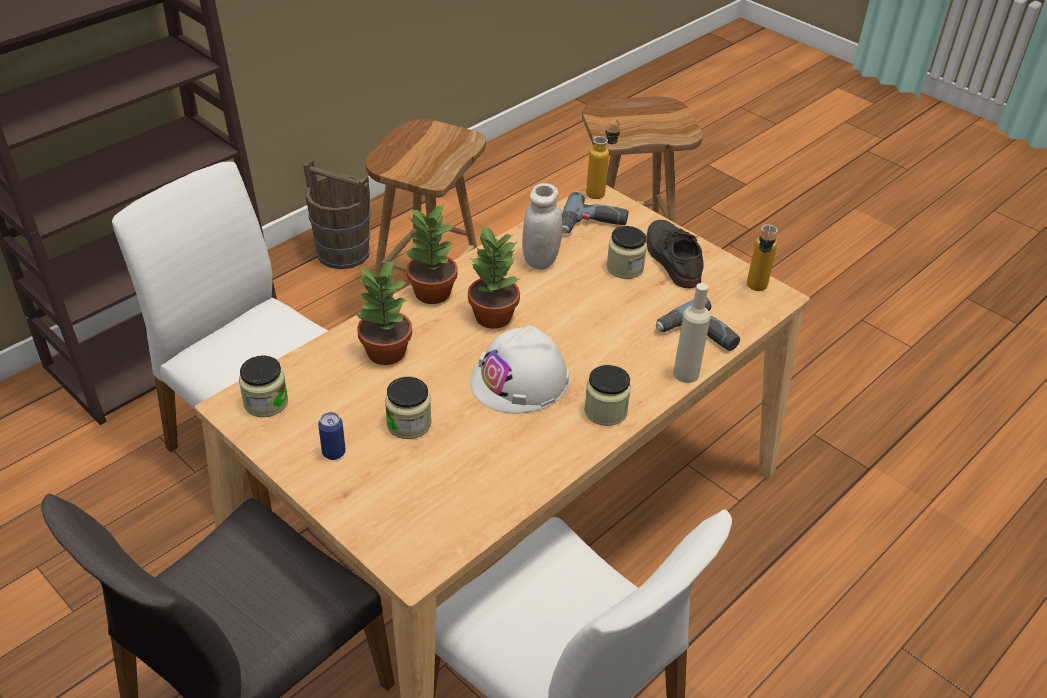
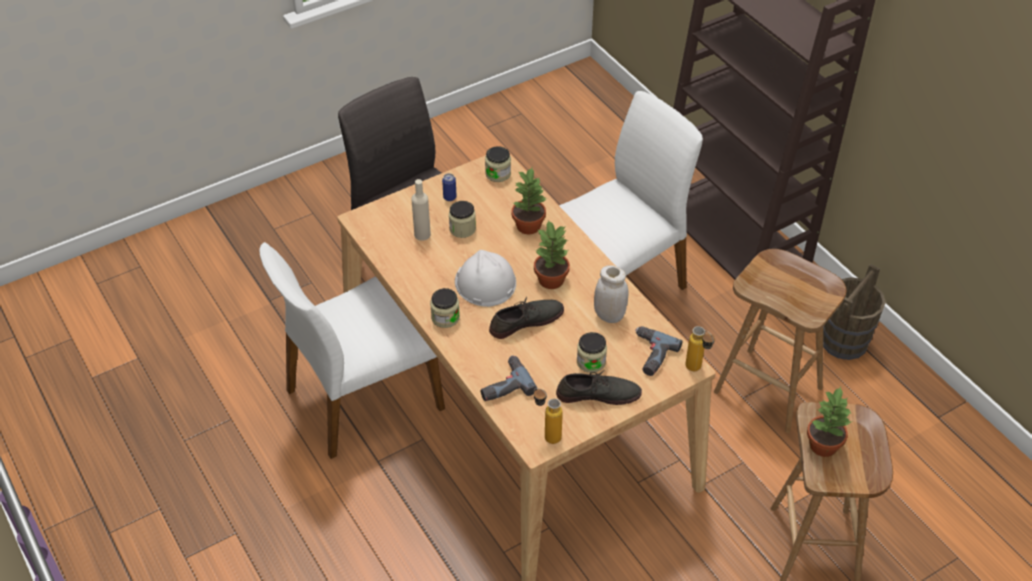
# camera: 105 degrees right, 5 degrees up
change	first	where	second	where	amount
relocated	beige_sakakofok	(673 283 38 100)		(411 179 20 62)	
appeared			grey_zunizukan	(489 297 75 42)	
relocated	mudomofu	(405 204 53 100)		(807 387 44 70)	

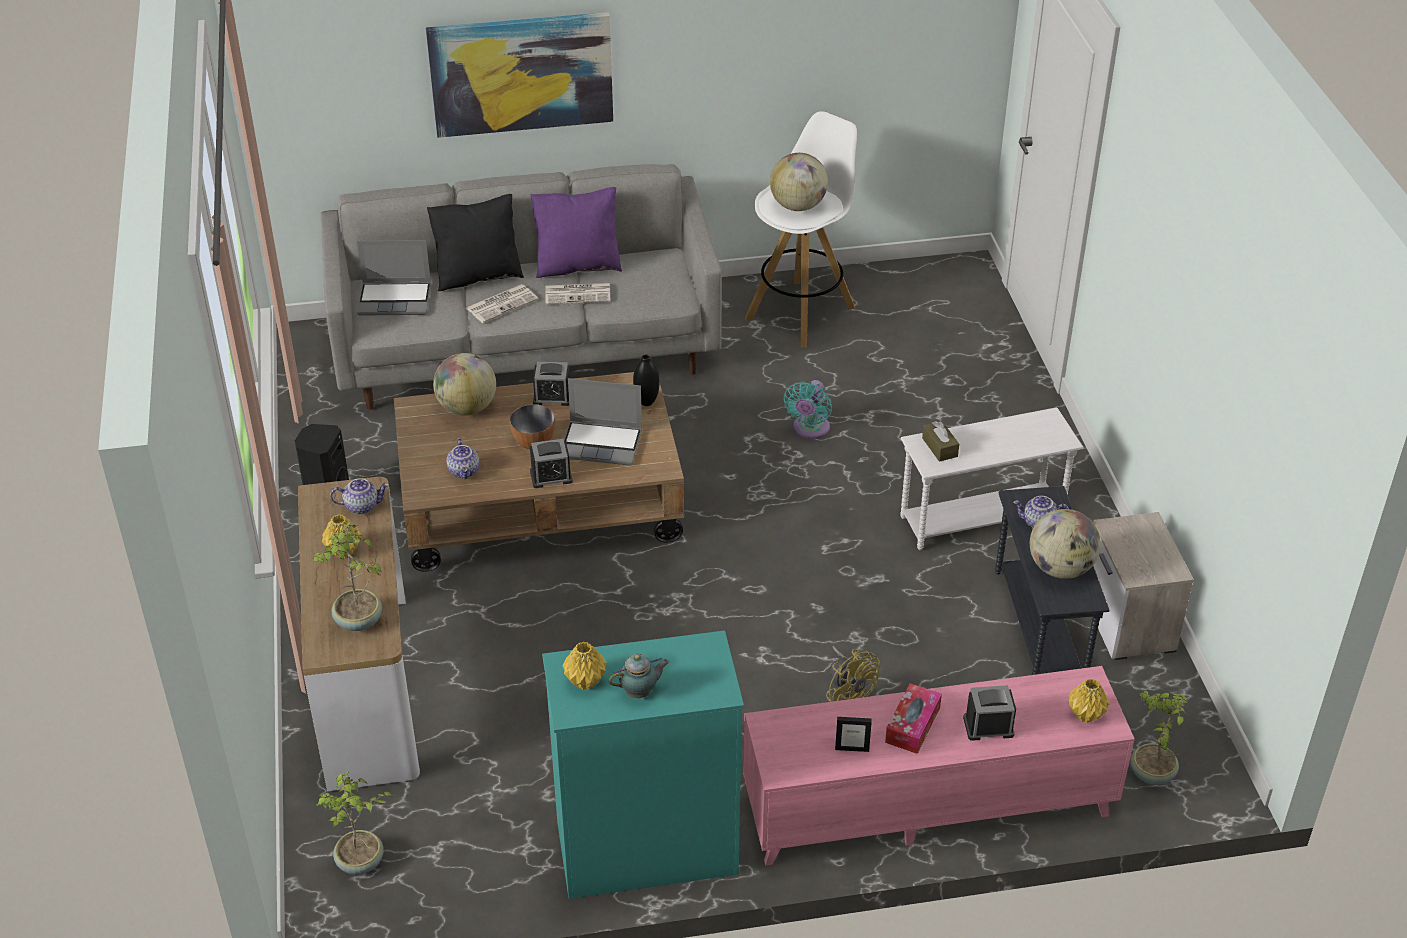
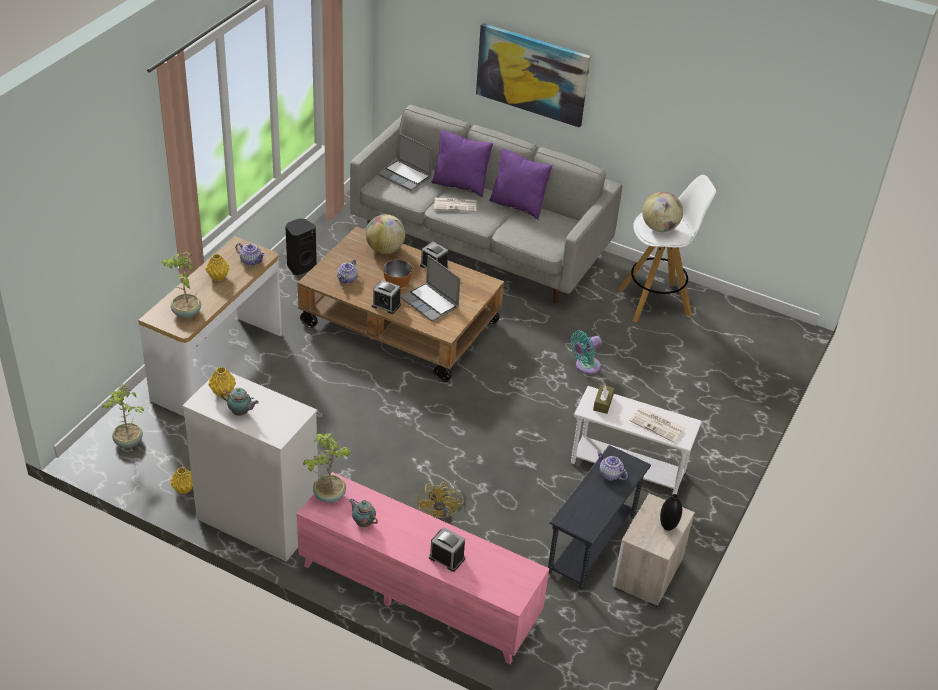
# camera: 35 degrees right, 0 degrees up
change	first	where	second	where	amount
relocated	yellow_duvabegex	(1068 678 41 45)		(171 467 22 27)	
colour	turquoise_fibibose	(542 630 202 269)	white_fibibose	(182 372 136 190)	
relocated	mudomofu	(1130 690 57 95)		(303 433 47 70)	
exchanged	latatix	(835 717 37 35)	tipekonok	(349 498 29 29)	
colour	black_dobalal	(427 194 97 97)	purple_dobalal	(431 130 62 67)	
relocated	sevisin	(545 283 66 21)		(629 407 56 35)	
relocated	black_duvabegex	(633 355 26 51)		(660 494 22 37)	
missing	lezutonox	(885 683 57 71)			
missing	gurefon	(1030 509 71 70)			

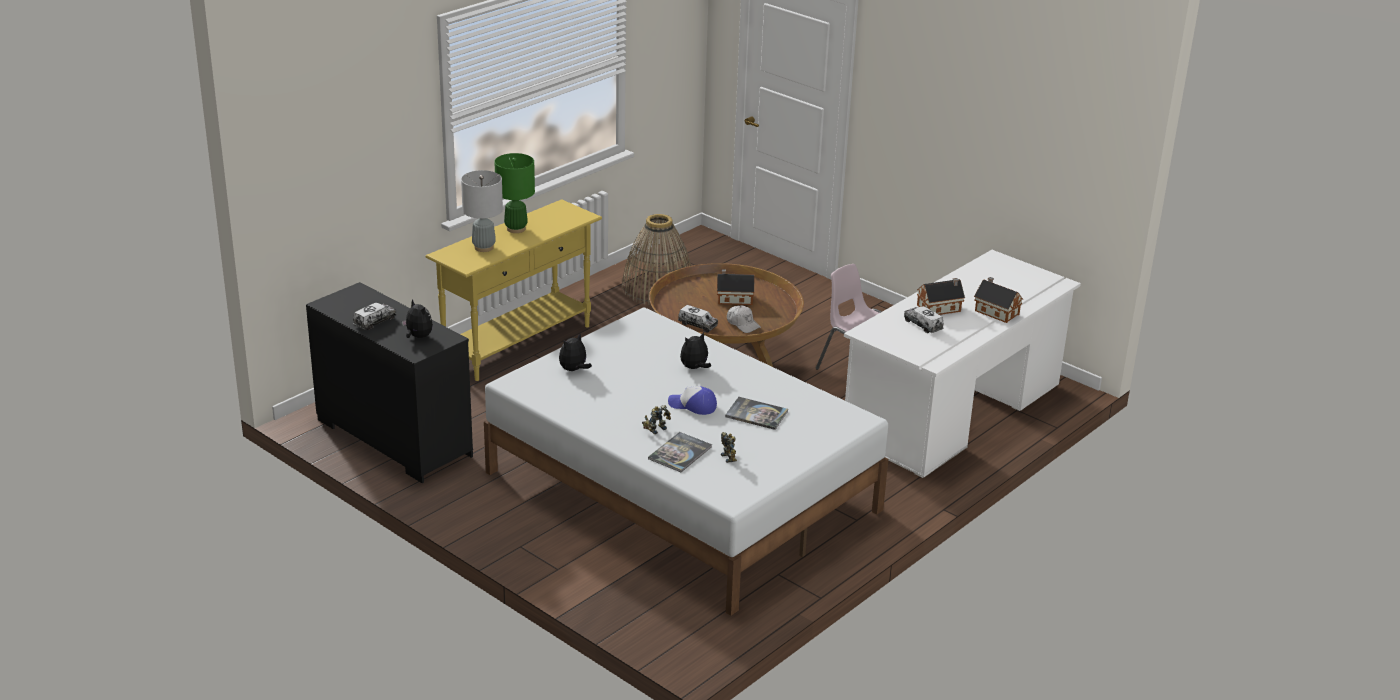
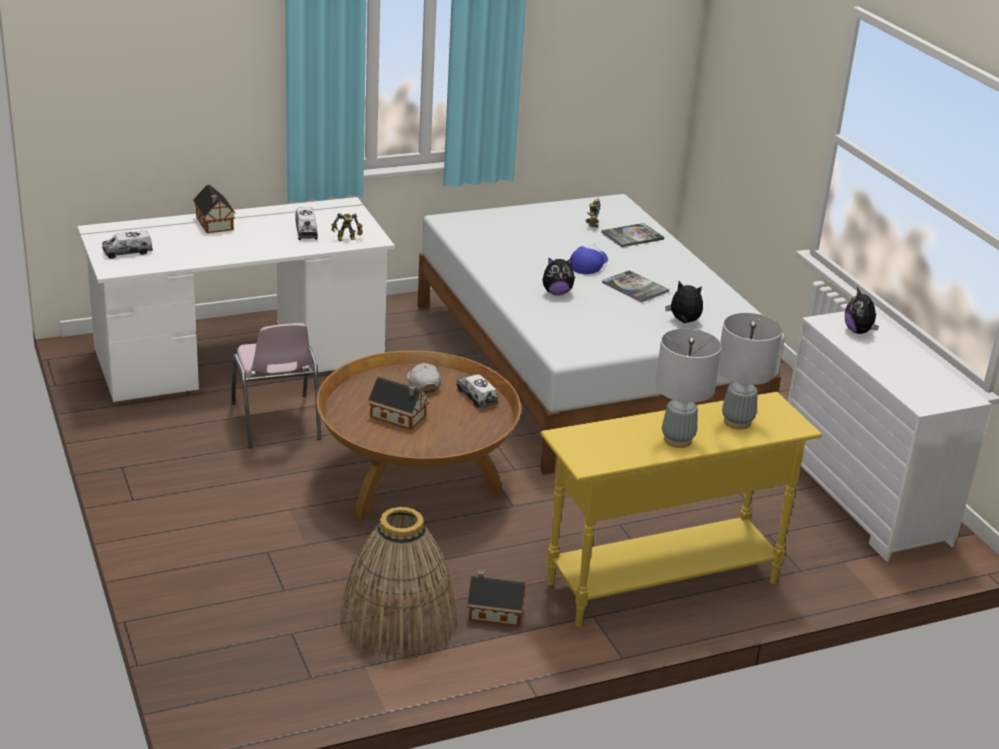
# camera: 155 degrees left, 0 degrees up
change	first	where	second	where	amount
relocated	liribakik	(353 303 43 27)		(102 230 51 29)	
relocated	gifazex	(642 405 29 29)		(331 213 32 28)	
relocated	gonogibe	(917 278 48 37)		(467 570 59 56)	
spun	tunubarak	(668 386 49 29)		(570 244 38 30)	105 degrees counterclockwise
relocated	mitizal	(725 397 63 33)		(602 270 67 32)	
colour	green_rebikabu	(494 153 41 80)	grey_rebikabu	(655 329 67 119)	
spun	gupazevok	(559 334 33 37)		(665 281 38 42)	135 degrees counterclockwise
colour	black_fibibose	(306 282 167 201)	white_fibibose	(788 311 204 251)	

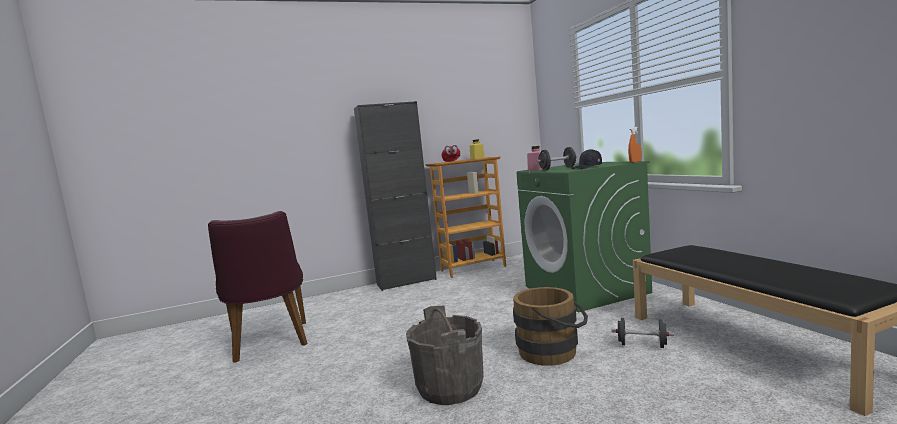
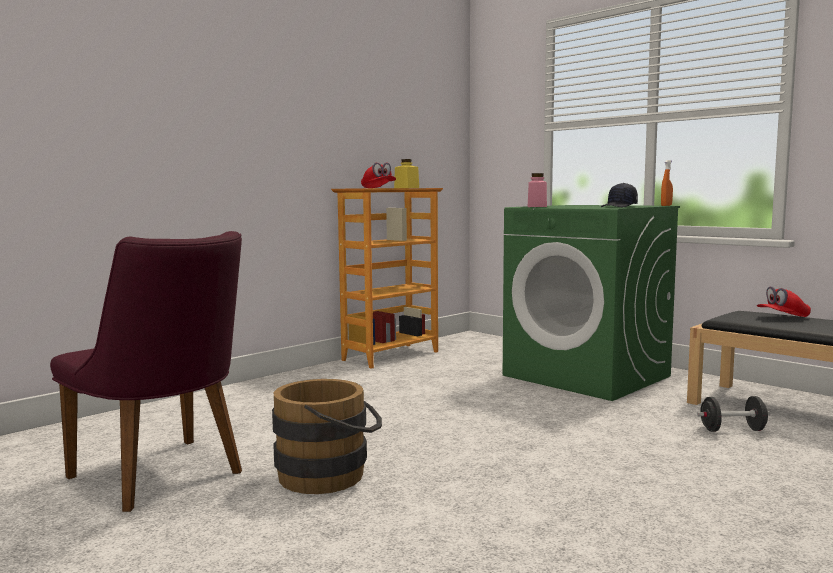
# camera: 25 degrees left, 0 degrees up
change	first	where	second	where	amount
relocated	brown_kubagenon	(513 287 75 79)		(272 379 110 115)	
appeared			red_tunubarak	(757 286 54 31)	
missing	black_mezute	(354 101 83 190)			
missing	grey_kubagenon	(406 305 78 100)			
missing	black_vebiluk	(537 147 40 24)			

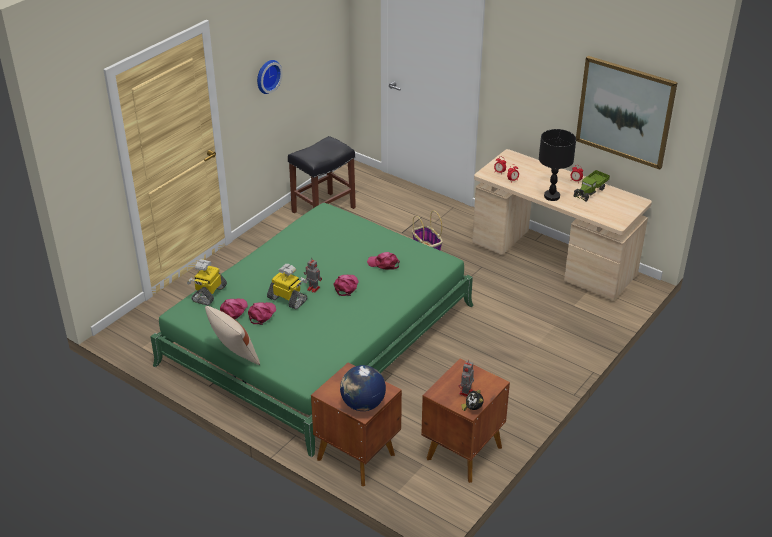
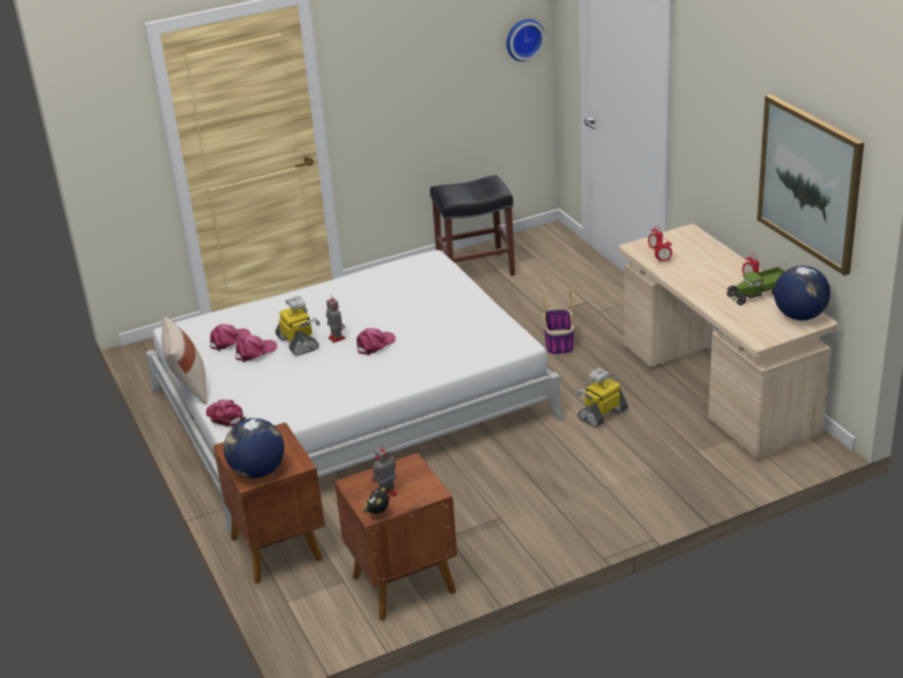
# camera: 30 degrees right, 5 degrees down
change	first	where	second	where	amount
colour	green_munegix	(150 203 323 254)	white_munegix	(146 250 418 284)	
relocated	pink_tunubarak	(367 252 33 18)		(206 399 40 28)	
relocated	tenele	(257 60 26 34)		(506 19 39 43)	
relocated	gifazex	(187 259 40 46)		(576 368 52 60)	
appeared			gurefon	(774 266 56 54)	
missing	black_rebikabu	(539 129 37 72)			

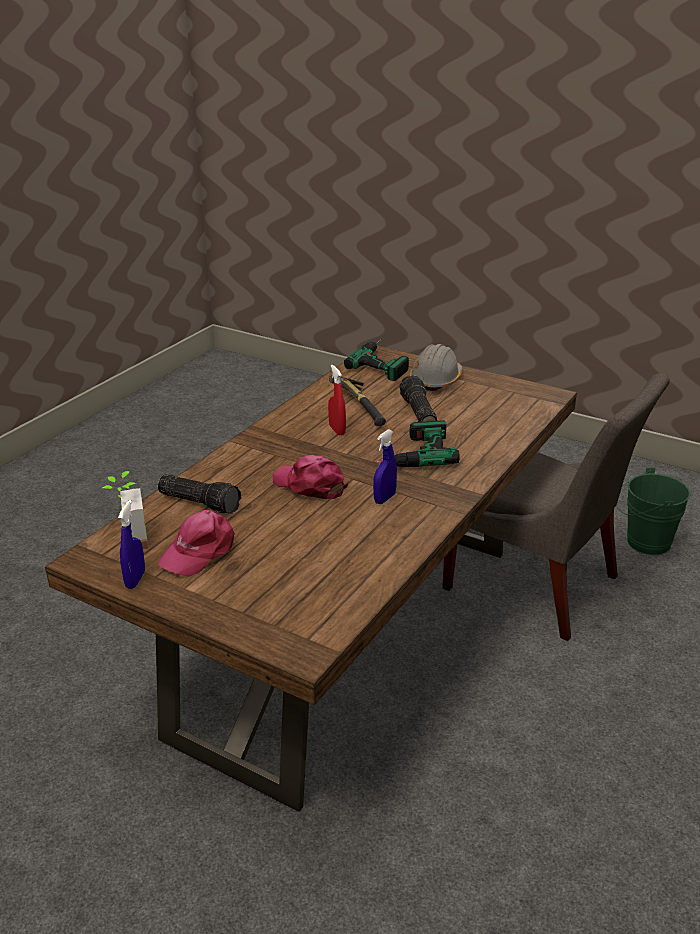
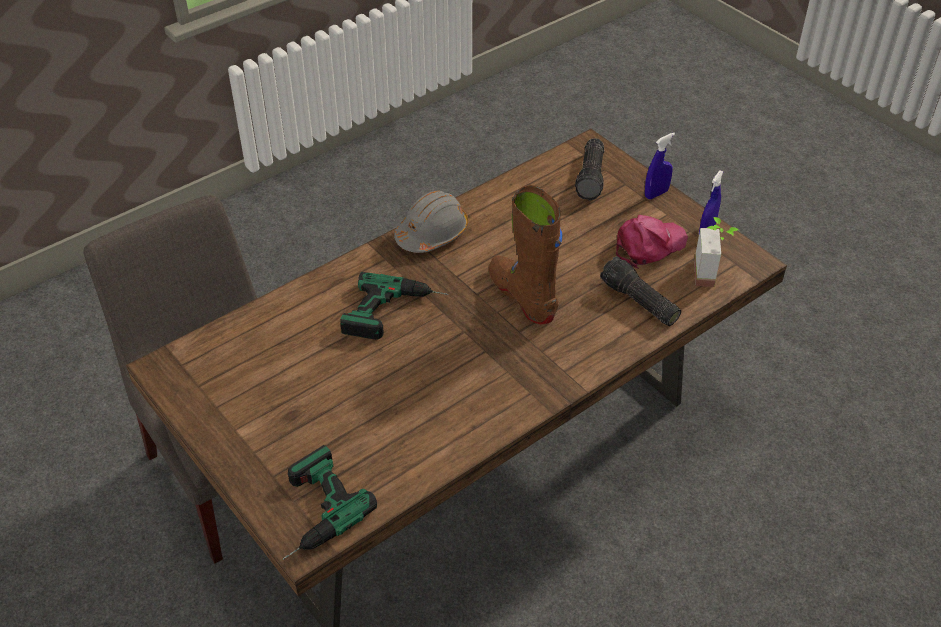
# camera: 160 degrees left, 15 degrees up
change	first	where	second	where	amount
relocated	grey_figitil	(409 344 53 47)		(394 191 75 62)	
exchanged	pink_tunubarak	(273 455 76 44)	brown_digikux	(489 185 74 140)	
relocated	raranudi	(399 375 38 47)		(575 138 29 62)	
relocated	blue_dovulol	(373 429 24 75)		(645 132 30 67)	
missing	red_dovulol	(328 365 18 70)			
missing	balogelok	(329 374 57 52)			
missing	green_kubagenon	(616 468 75 87)			

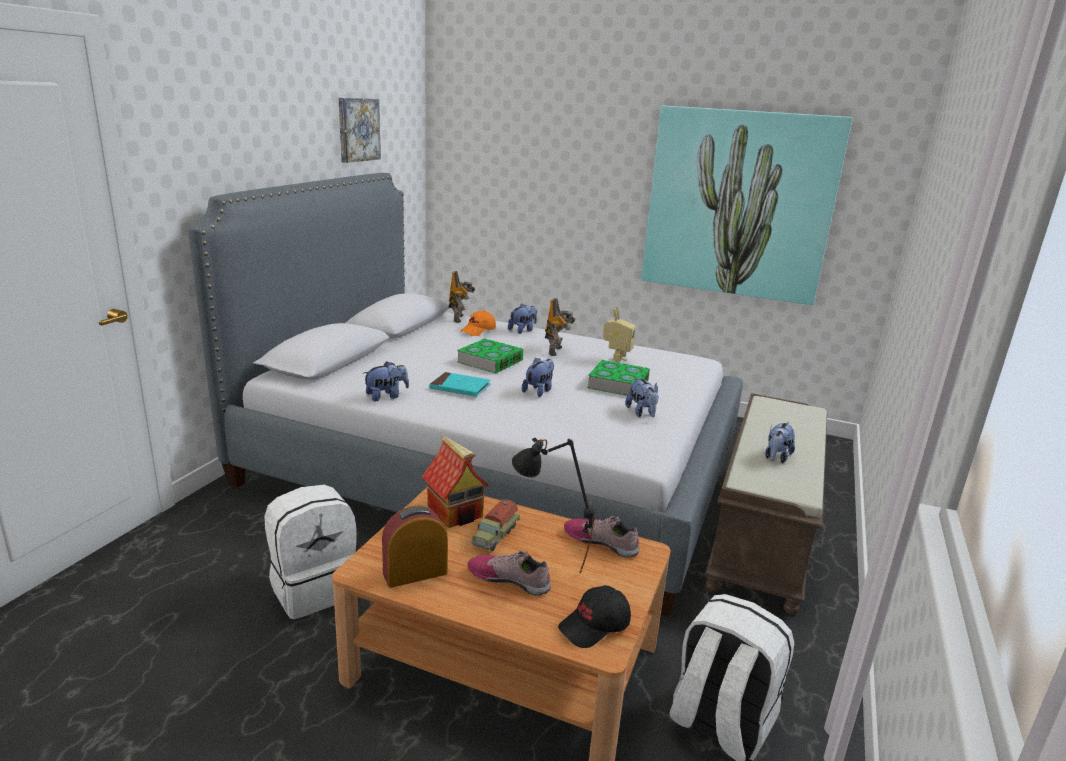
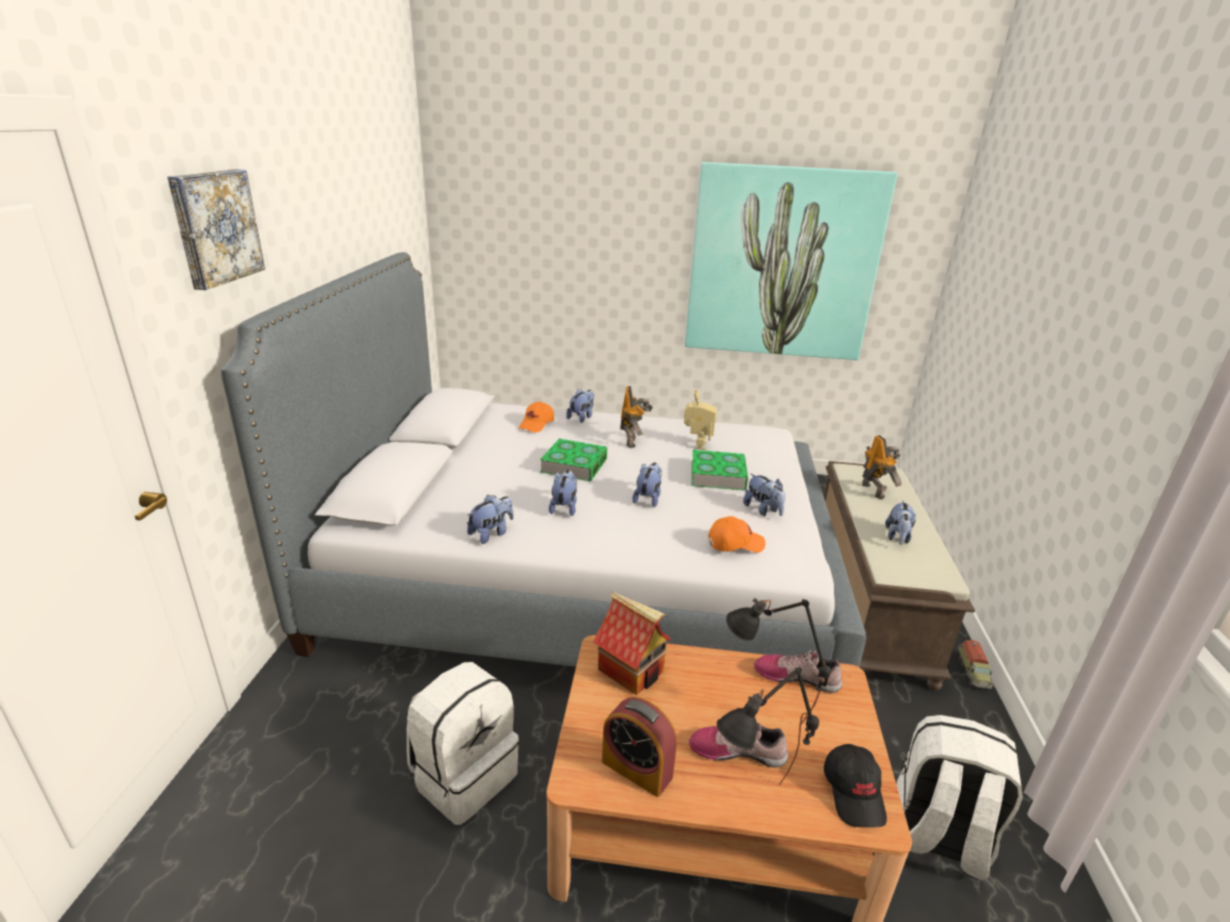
# camera: 15 degrees left, 5 degrees up
change	first	where	second	where	amount
relocated	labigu	(339 98 42 65)		(167 169 98 121)	
exchanged	turquoise_mitizal	(429 372 61 25)	gupazevok	(549 470 28 46)	
spun	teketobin	(382 506 66 82)		(602 697 75 100)	105 degrees counterclockwise
appeared			orange_tunubarak	(709 516 56 37)	
appeared			black_rebikabu	(717 667 102 118)	
spun	black_tunubarak	(558 585 73 63)		(824 744 63 84)	45 degrees counterclockwise
relocated	gifazex	(449 271 26 52)		(862 435 40 64)	
relocated	liribakik	(471 499 49 52)		(958 640 35 49)	

